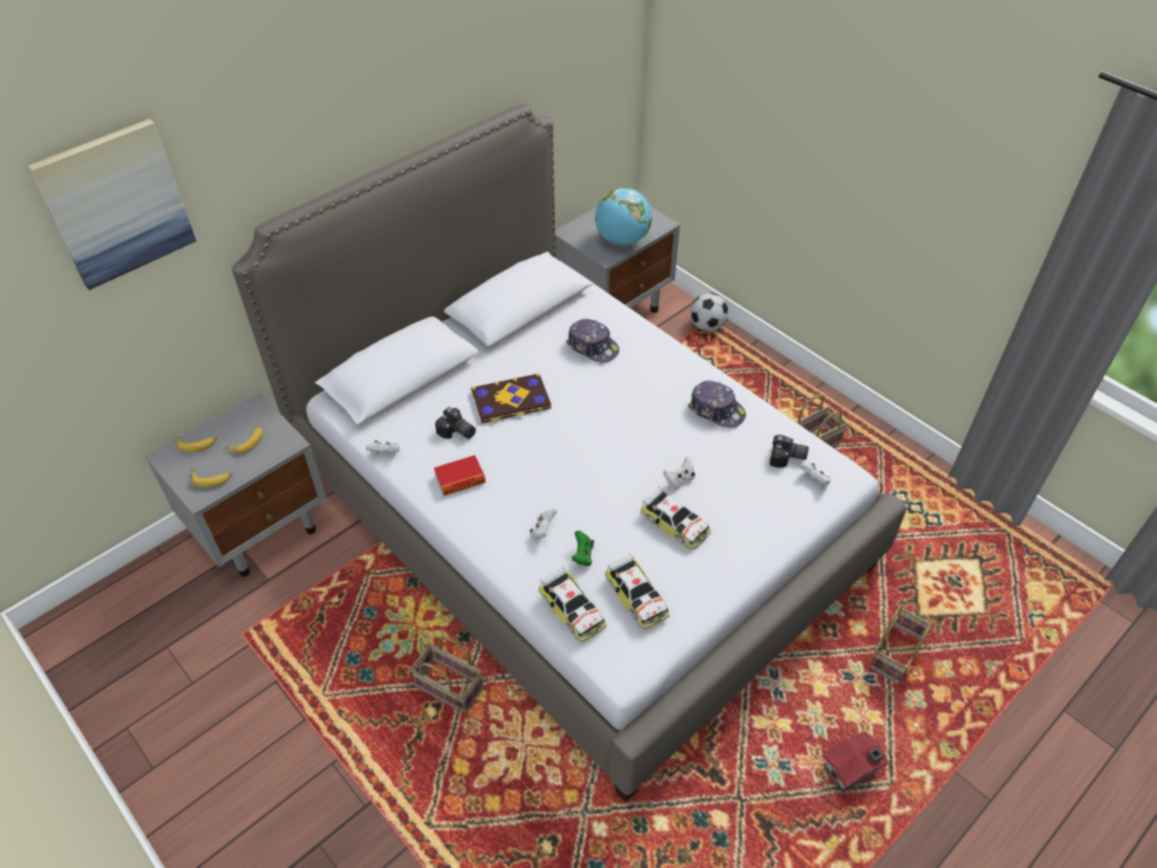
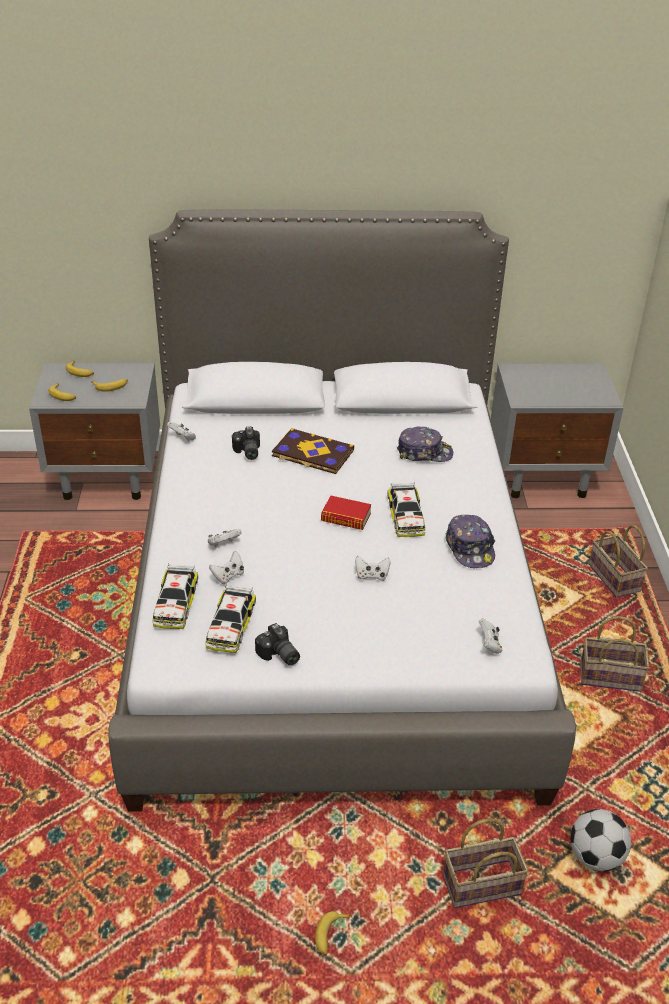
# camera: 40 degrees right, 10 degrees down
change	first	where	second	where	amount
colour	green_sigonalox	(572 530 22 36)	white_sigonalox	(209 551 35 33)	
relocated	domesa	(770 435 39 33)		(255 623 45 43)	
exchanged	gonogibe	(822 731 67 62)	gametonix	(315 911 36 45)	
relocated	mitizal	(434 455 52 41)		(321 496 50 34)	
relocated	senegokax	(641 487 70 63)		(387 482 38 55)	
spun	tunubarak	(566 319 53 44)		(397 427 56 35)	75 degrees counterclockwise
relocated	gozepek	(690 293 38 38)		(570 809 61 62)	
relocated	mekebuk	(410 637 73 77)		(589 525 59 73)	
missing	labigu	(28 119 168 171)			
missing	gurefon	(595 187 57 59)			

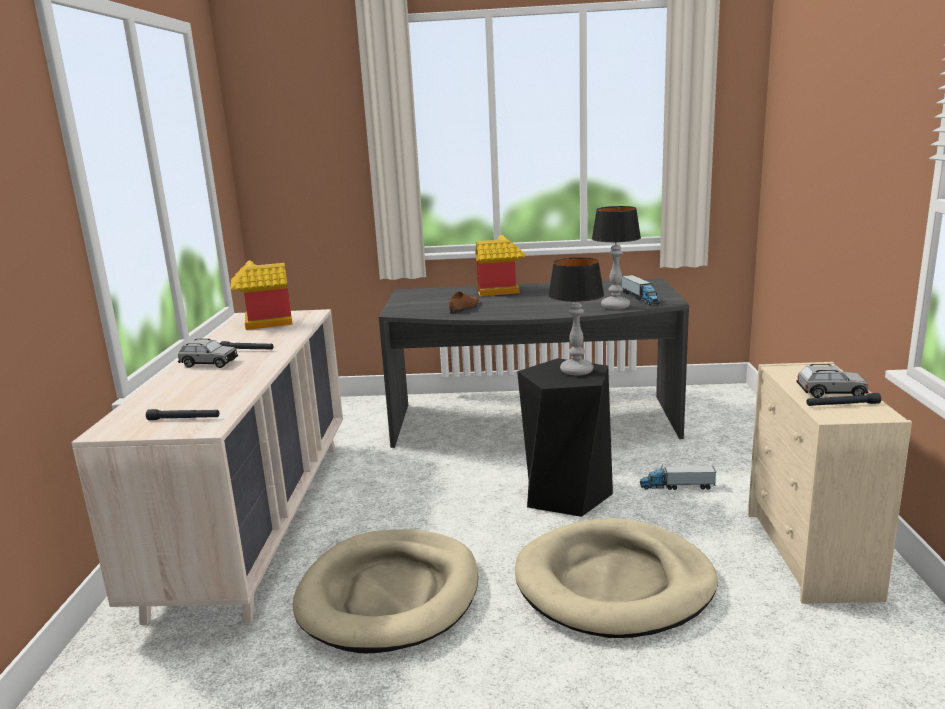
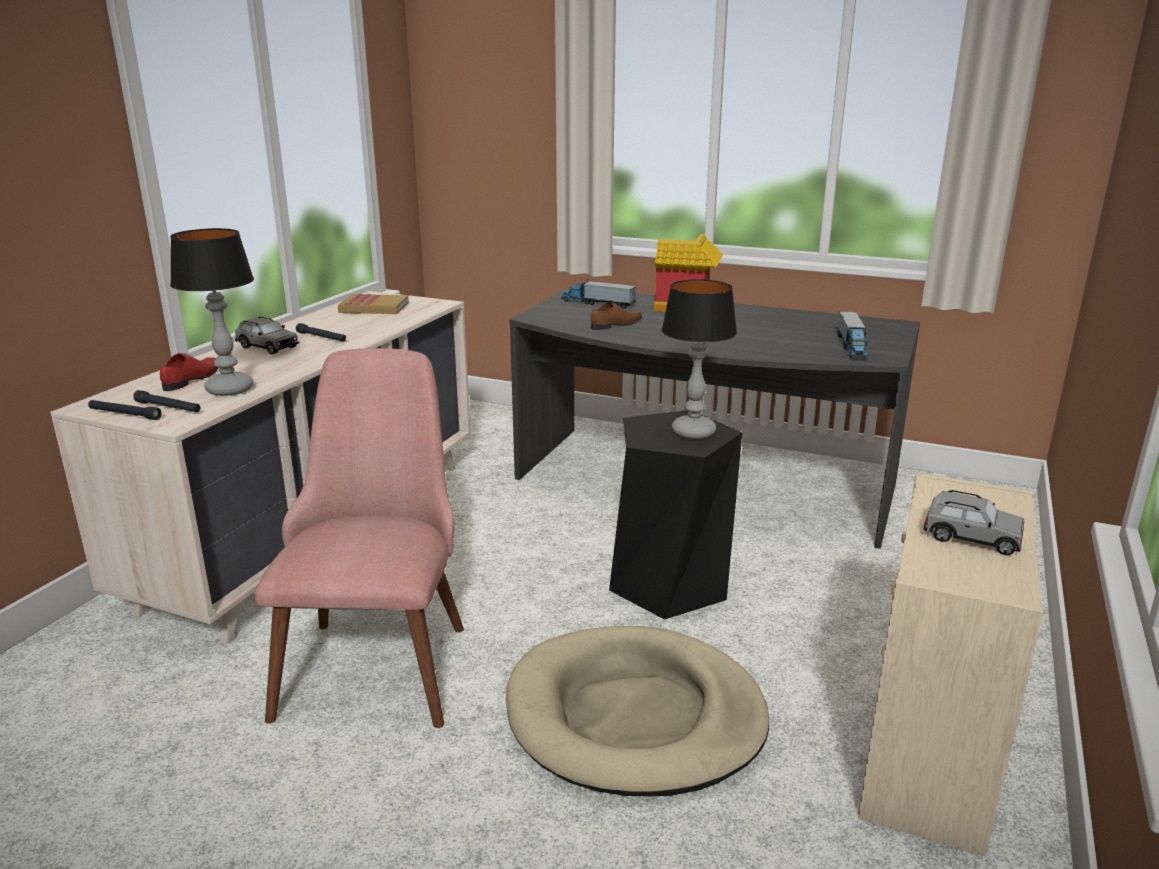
# camera: 20 degrees right, 5 degrees up
change	first	where	second	where	amount
relocated	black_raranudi	(807 393 74 13)		(88 400 74 20)	
appeared			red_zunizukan	(160 353 58 38)	
relocated	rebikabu	(592 206 49 104)		(170 228 84 168)	
exchanged	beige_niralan	(293 529 185 124)	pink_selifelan	(255 348 209 380)	
exchanged	gonogibe	(230 260 63 70)	mitizal	(338 294 71 20)	
relocated	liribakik	(640 465 76 25)		(561 279 76 30)	

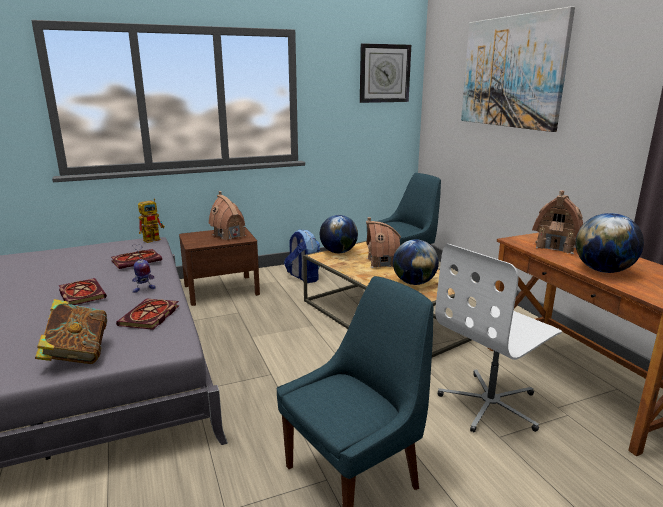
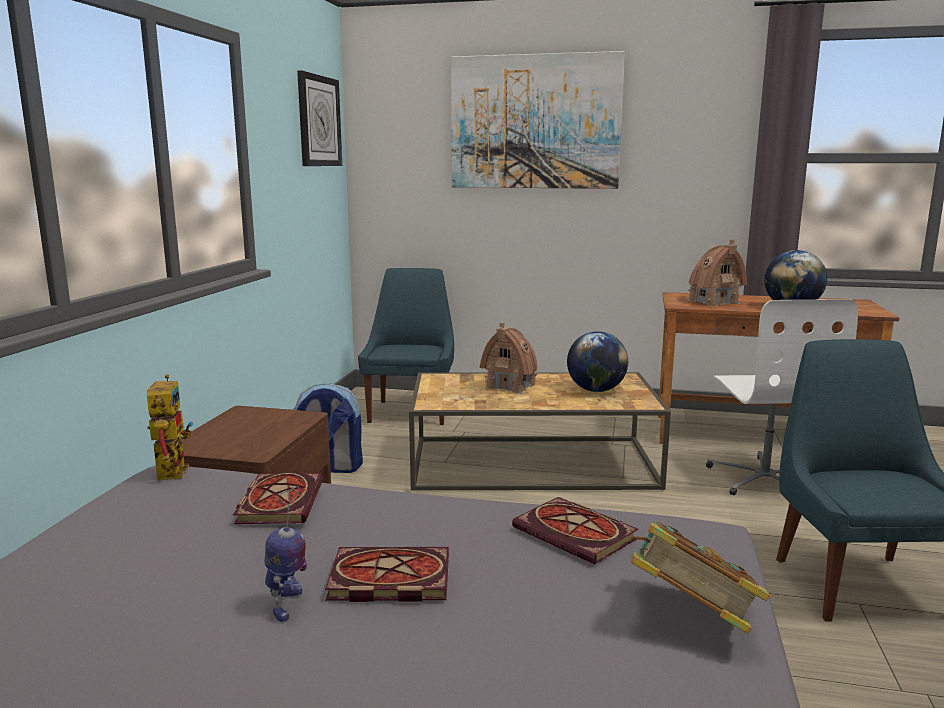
# camera: 55 degrees left, 5 degrees down
change	first	where	second	where	amount
relocated	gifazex	(132 244 24 49)		(264 486 43 136)	
missing	gonogibe	(209 191 37 49)			
missing	gurefon	(320 215 38 38)			

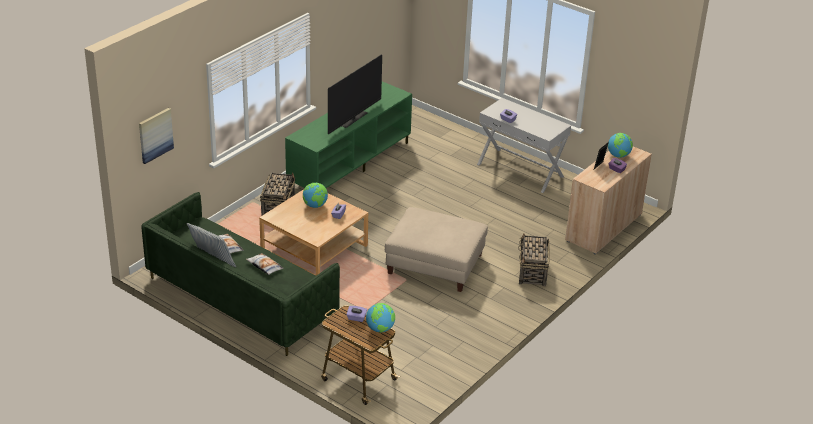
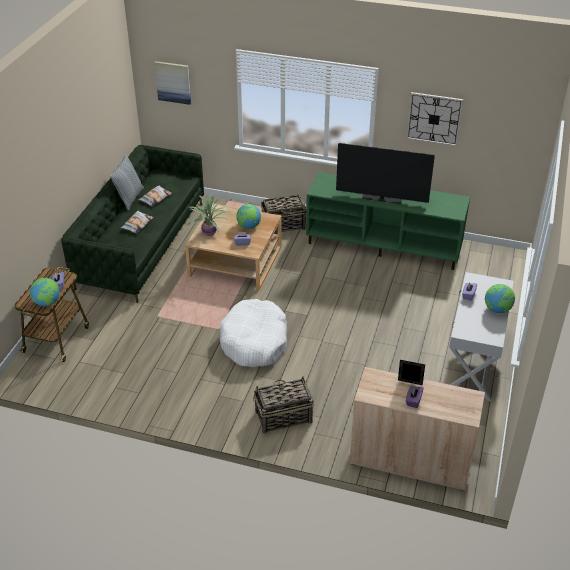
# camera: 70 degrees right, 5 degrees up
change	first	where	second	where	amount
appeared			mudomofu	(187 195 45 41)	
exchanged	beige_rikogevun	(385 207 103 85)	white_niralan	(220 299 67 68)	
appeared			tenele	(406 92 58 55)	
relocated	gurefon	(608 133 25 25)		(485 284 30 29)	

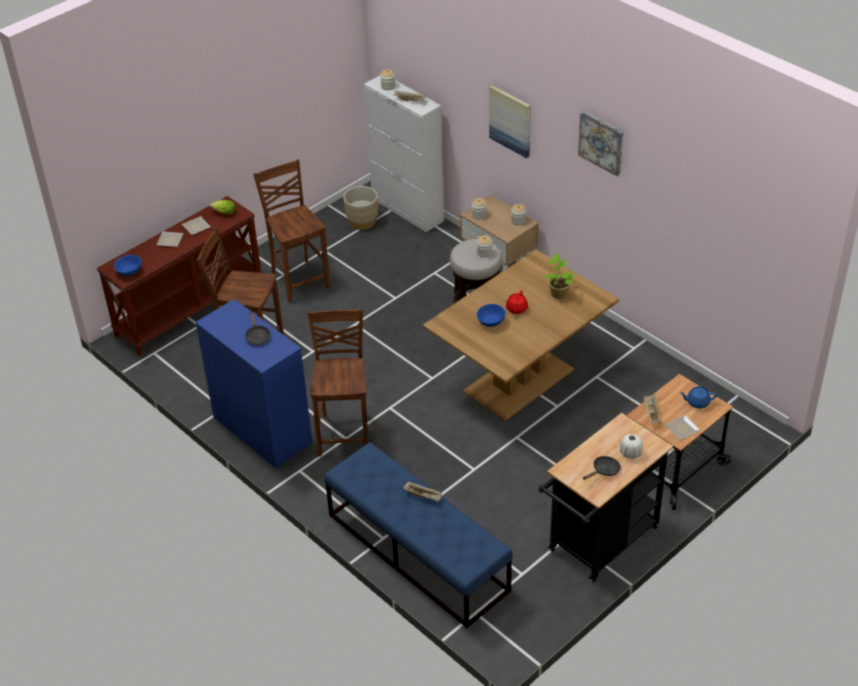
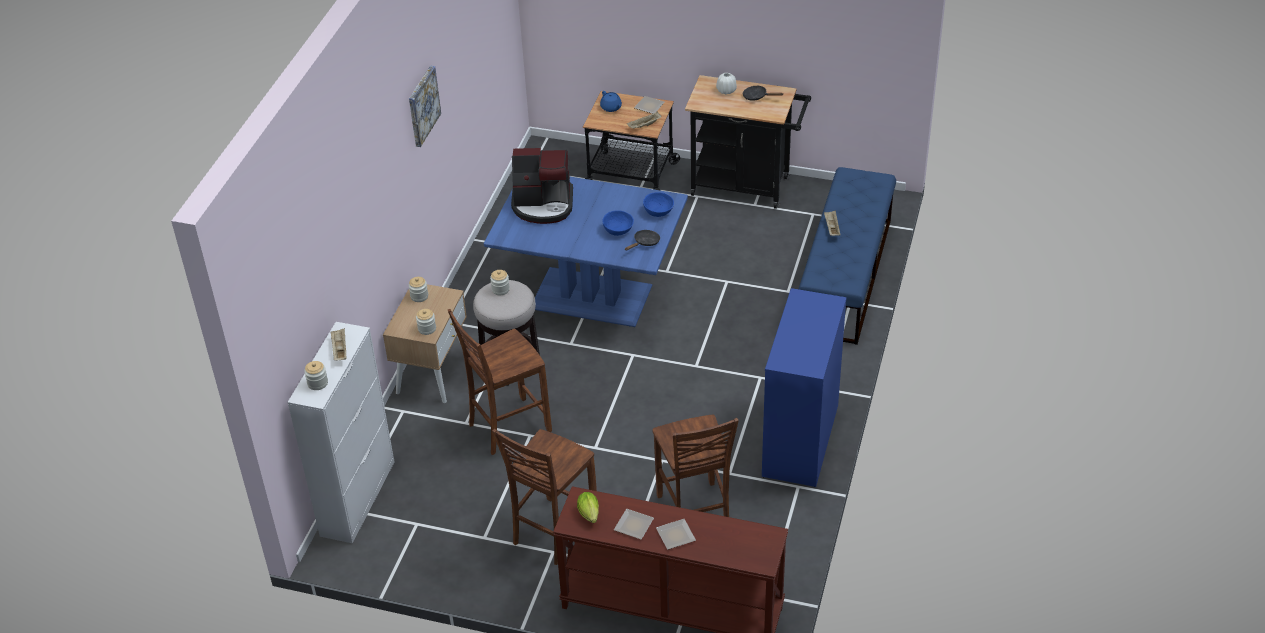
# camera: 120 degrees left, 0 degrees up
change	first	where	second	where	amount
relocated	brown_selifelan	(307 309 62 147)		(448 309 104 146)	
colour	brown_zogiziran	(423 250 196 171)	blue_zogiziran	(484 177 204 150)	
exchanged	mudomofu	(543 253 31 46)	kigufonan	(511 148 62 76)	
relocated	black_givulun	(245 312 26 34)		(625 230 35 21)	
relocated	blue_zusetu	(114 255 28 21)		(643 192 31 25)	
missing	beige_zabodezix	(343 186 35 44)			
missing	labigu	(489 85 42 73)			
missing	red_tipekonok	(506 290 22 24)			

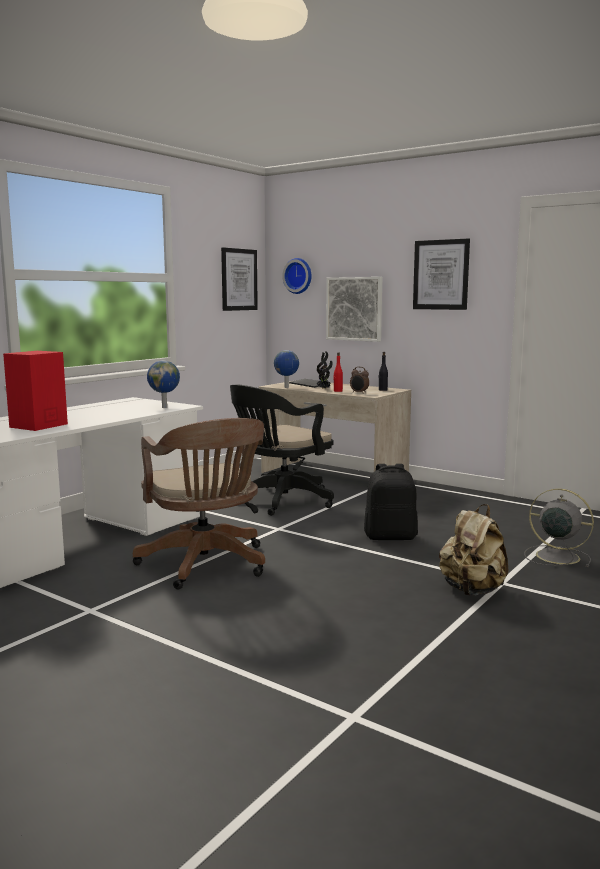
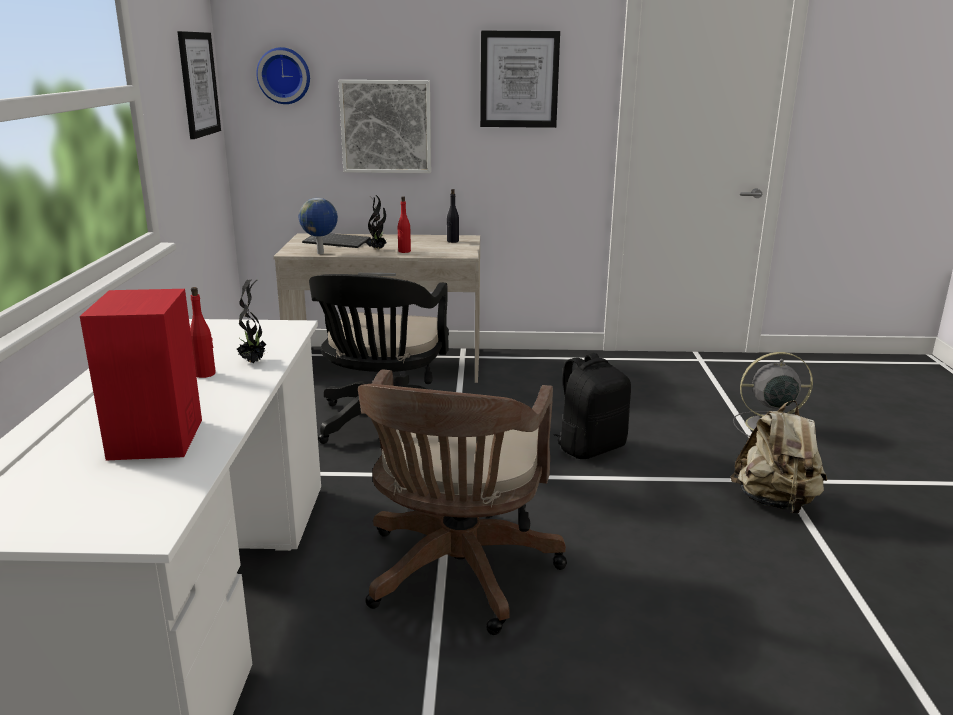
# camera: 35 degrees left, 10 degrees up
change	first	where	second	where	amount
appeared			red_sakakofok	(190 287 26 91)	
appeared			mudomofu	(237 280 31 83)	
spun	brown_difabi	(133 418 132 171)		(358 369 209 266)	75 degrees clockwise
missing	gurefon	(147 360 33 48)			
missing	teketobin	(350 367 19 26)			

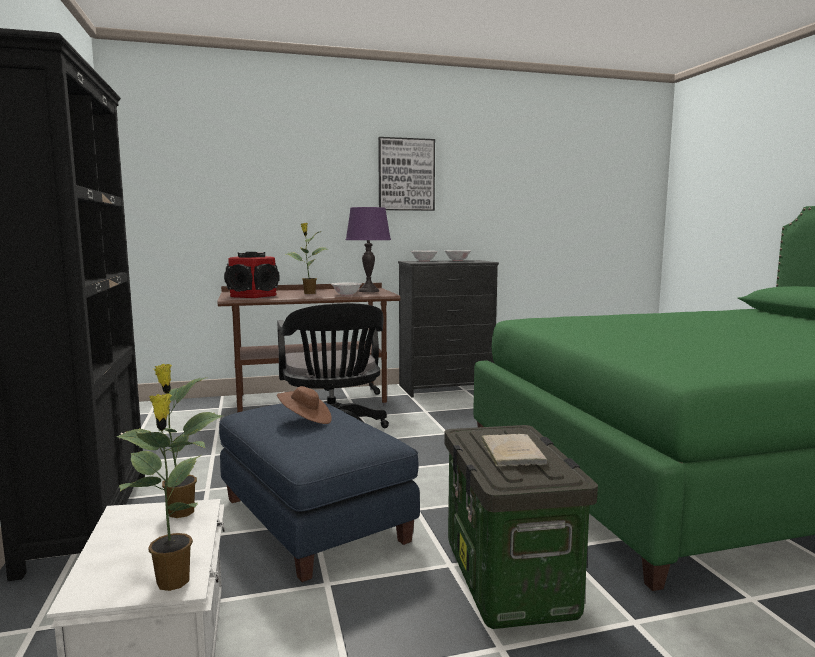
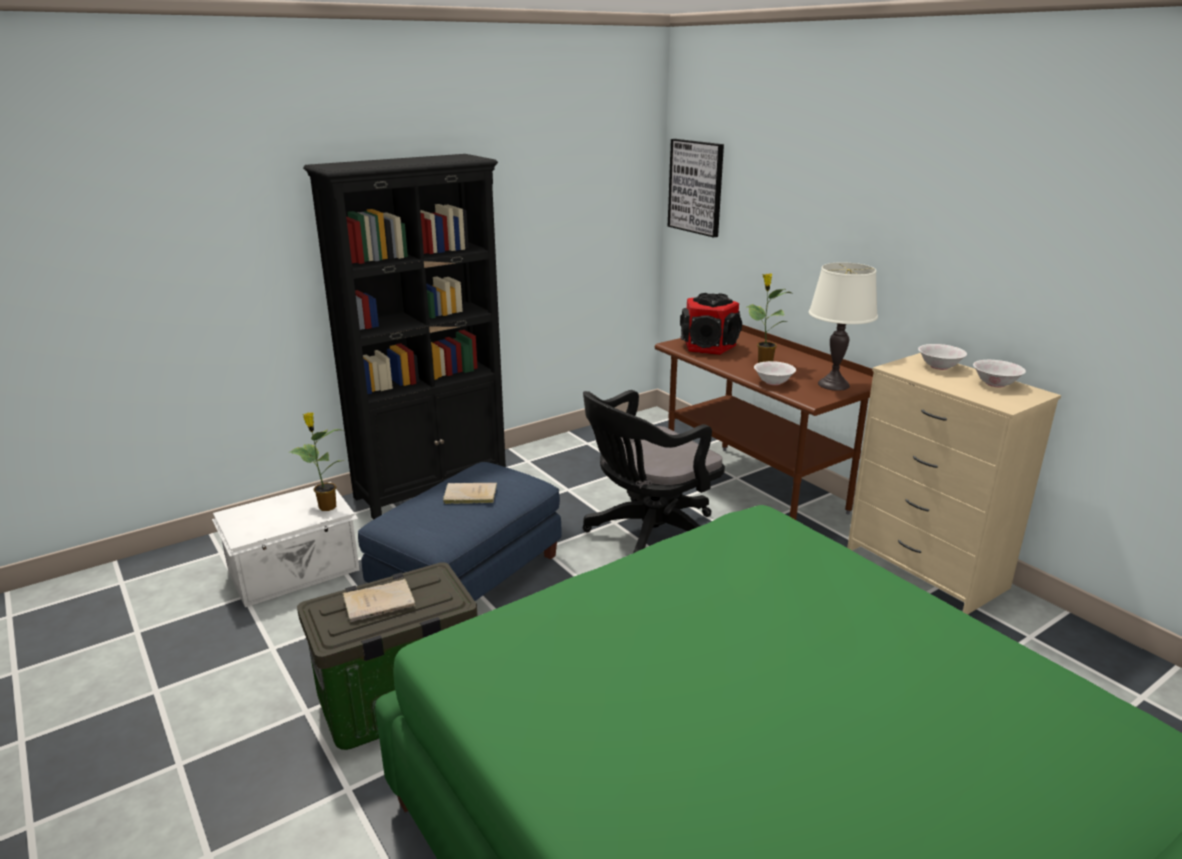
# camera: 70 degrees right, 15 degrees up
change	first	where	second	where	amount
exchanged	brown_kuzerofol	(277 386 55 38)	beige_mitizal	(443 483 54 21)	
relocated	labigu	(378 137 57 74)		(668 139 56 99)	
colour	purple_rebikabu	(346 207 45 85)	white_rebikabu	(809 262 69 129)	
colour	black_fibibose	(398 260 101 138)	beige_fibibose	(847 353 214 262)	
missing	mudomofu	(118 394 88 197)			

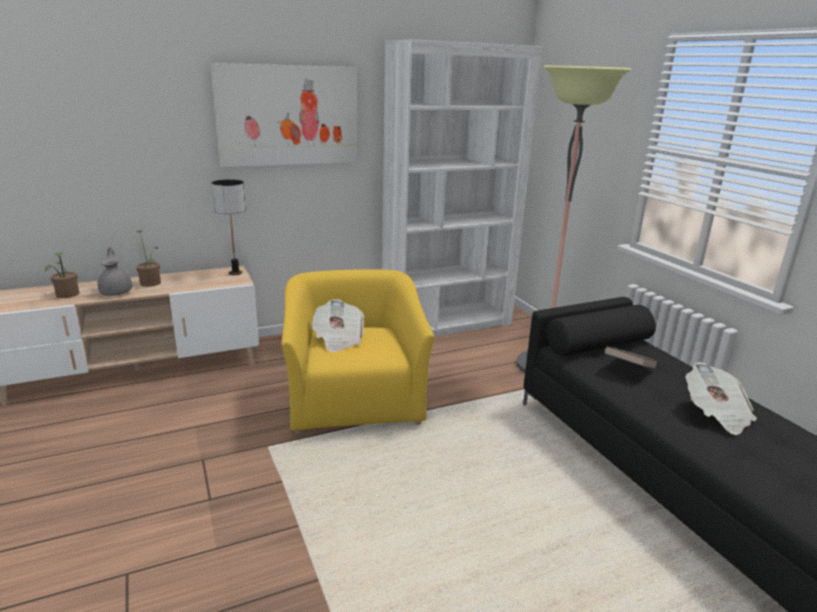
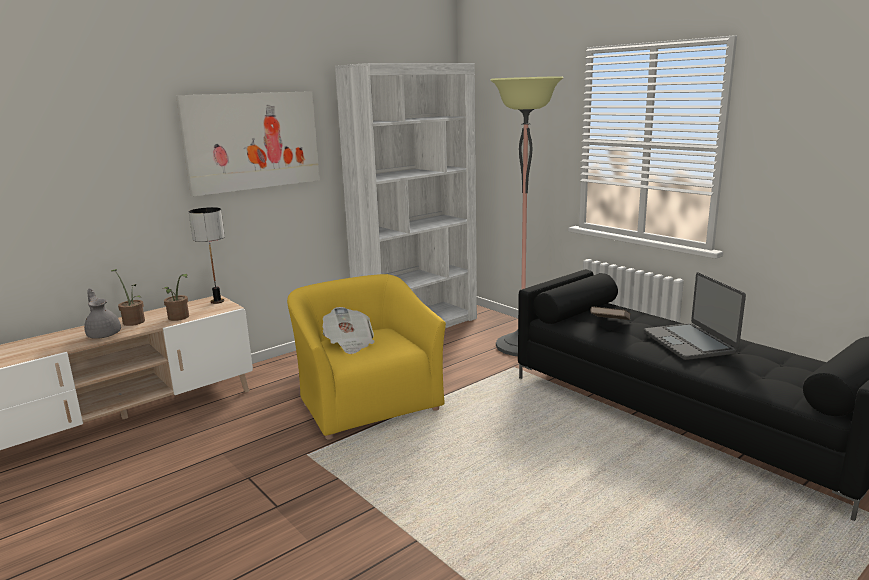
# camera: 15 degrees left, 5 degrees down
change	first	where	second	where	amount
relocated	mudomofu	(45 253 34 45)		(164 274 25 47)	
exchanged	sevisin	(685 362 72 73)	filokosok	(644 272 102 88)	

